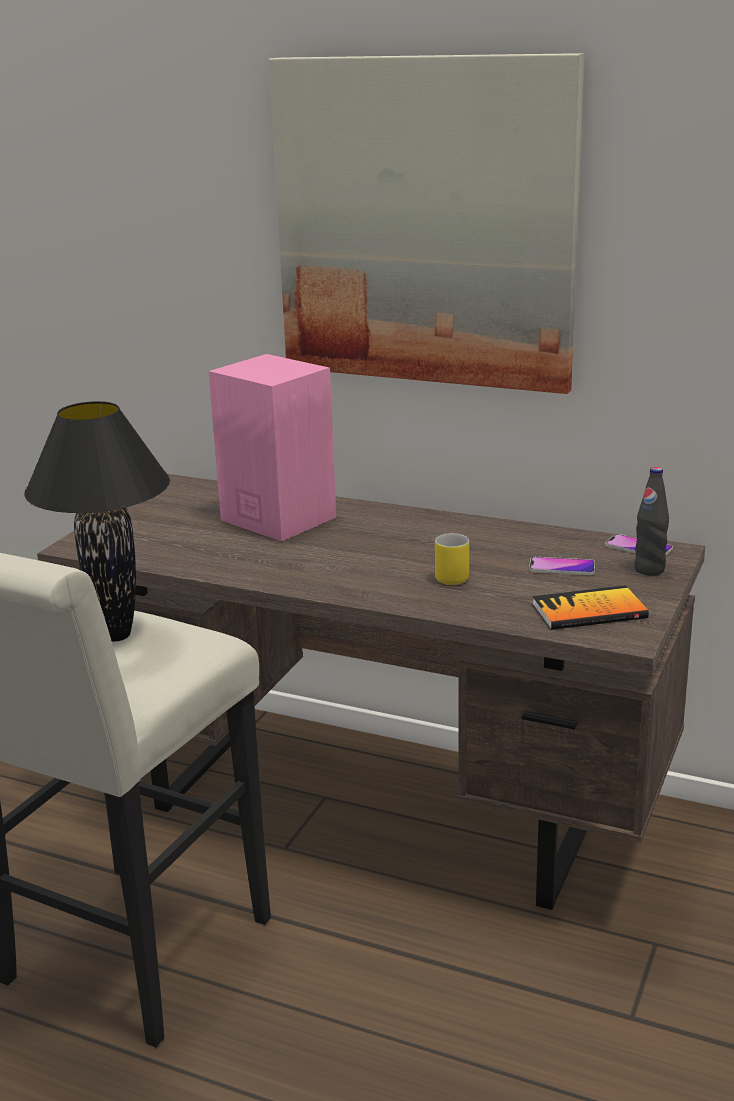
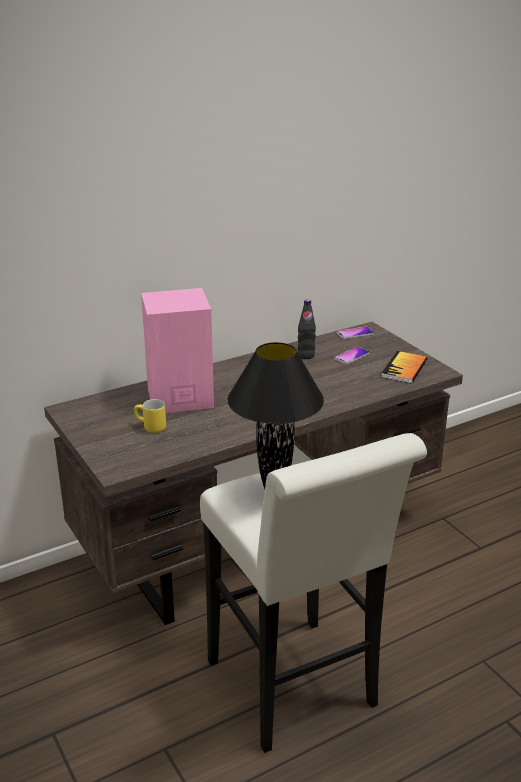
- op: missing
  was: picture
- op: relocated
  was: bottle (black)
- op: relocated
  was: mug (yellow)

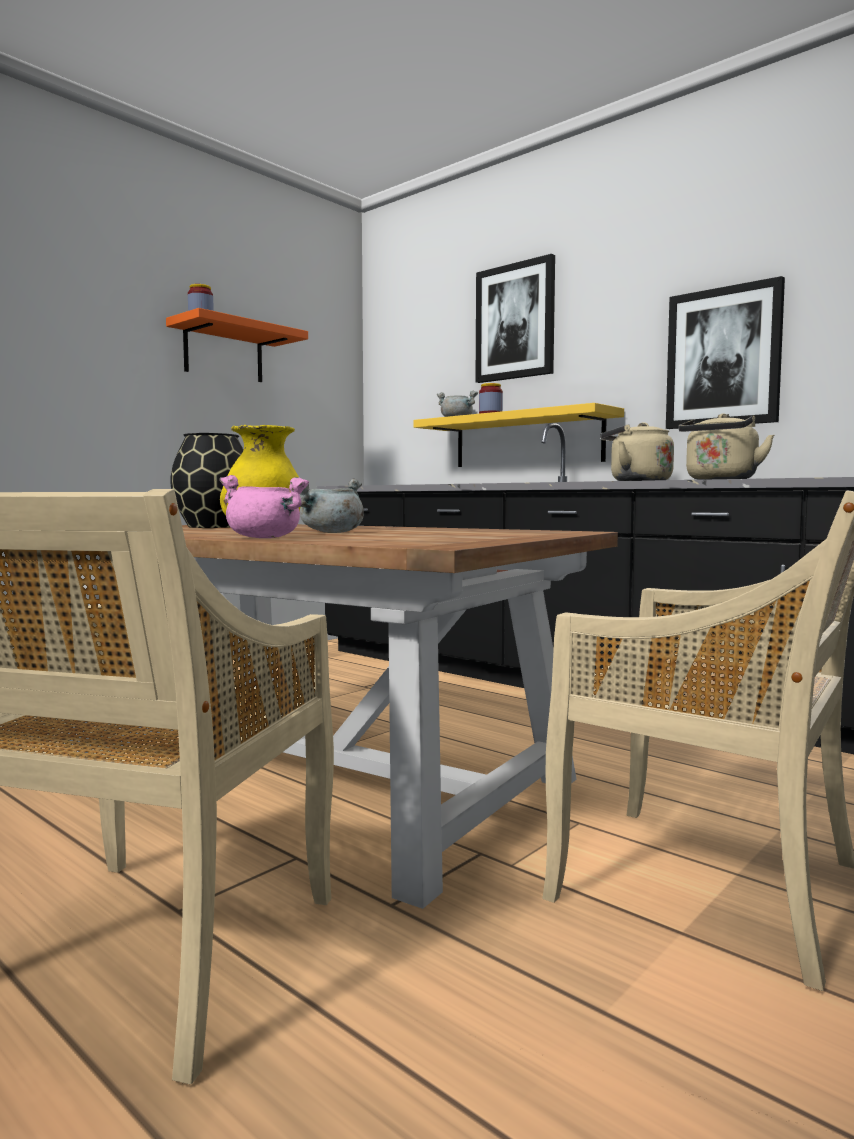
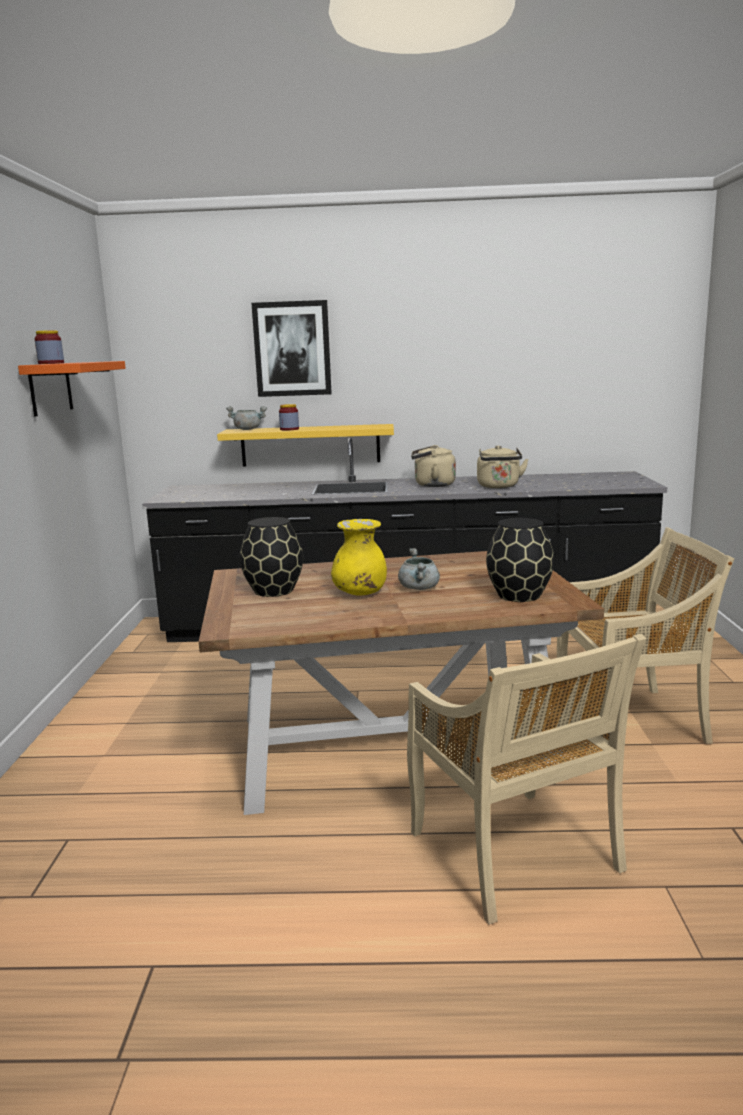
- op: missing
  was: picture (no. 2 from left)
- op: missing
  was: cooking pot (pink)
- op: appeared
  now: vase (black) (no. 2 from left)

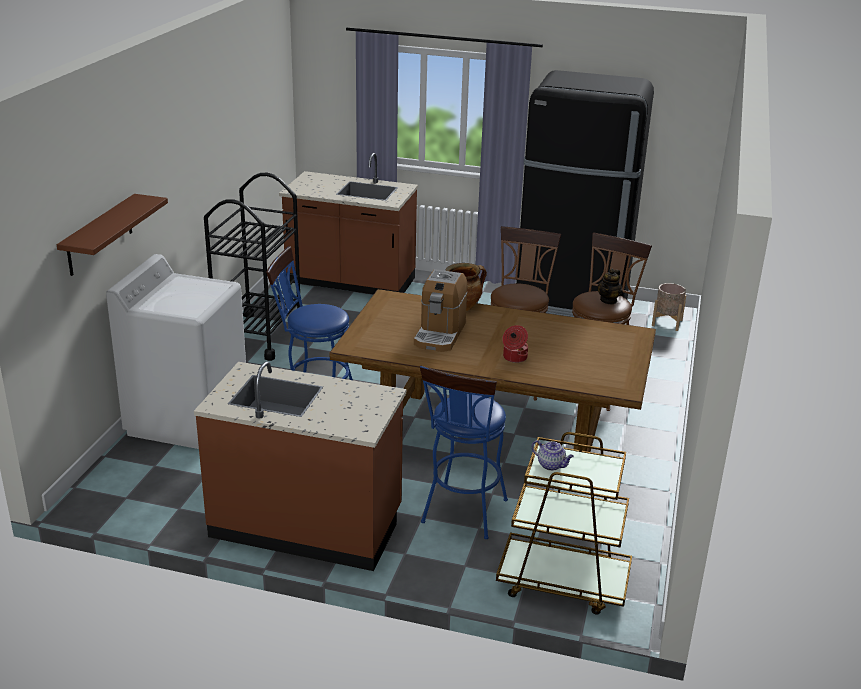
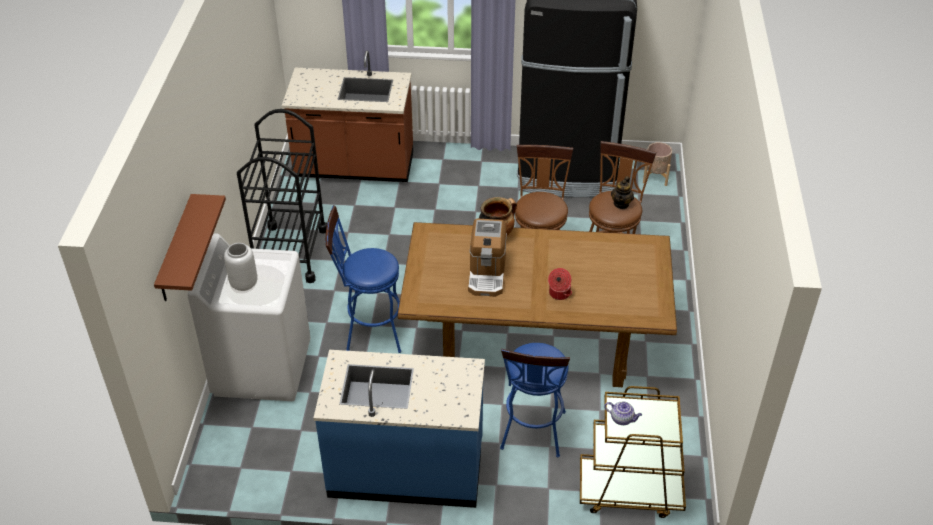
- op: colour
  was: counter (brown) (no. 1 from left)
  now: counter (blue)
- op: appeared
  now: vase (grey)

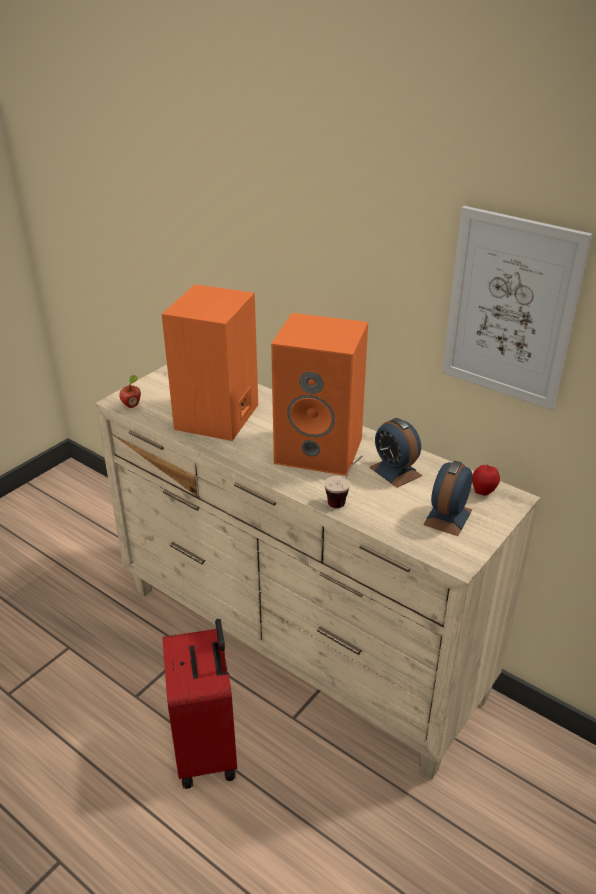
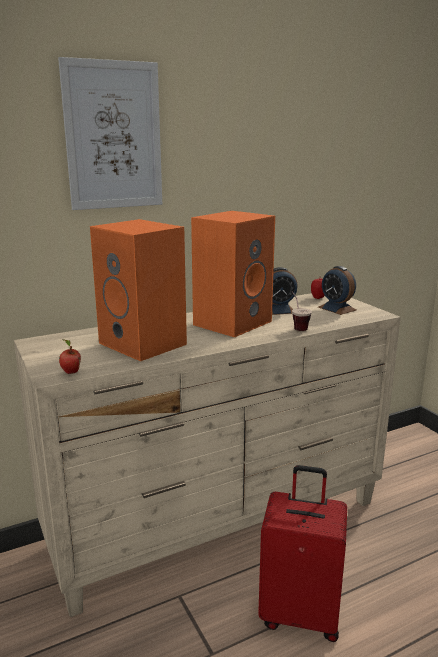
- op: relocated
  was: picture

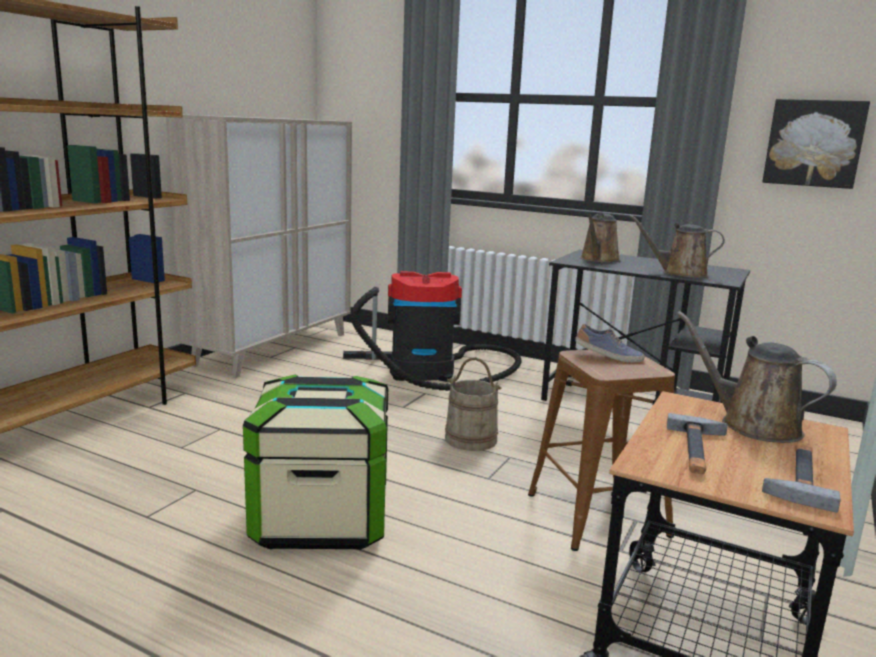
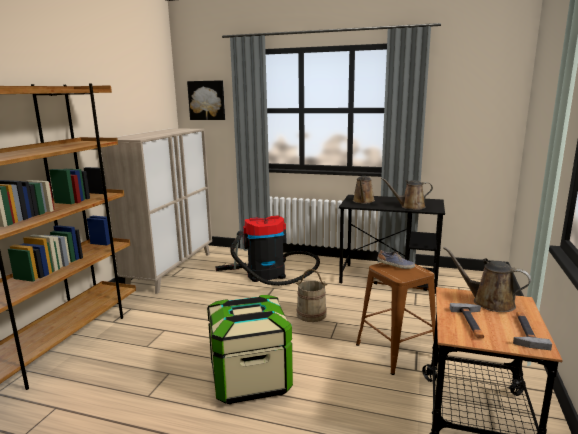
- op: relocated
  was: picture

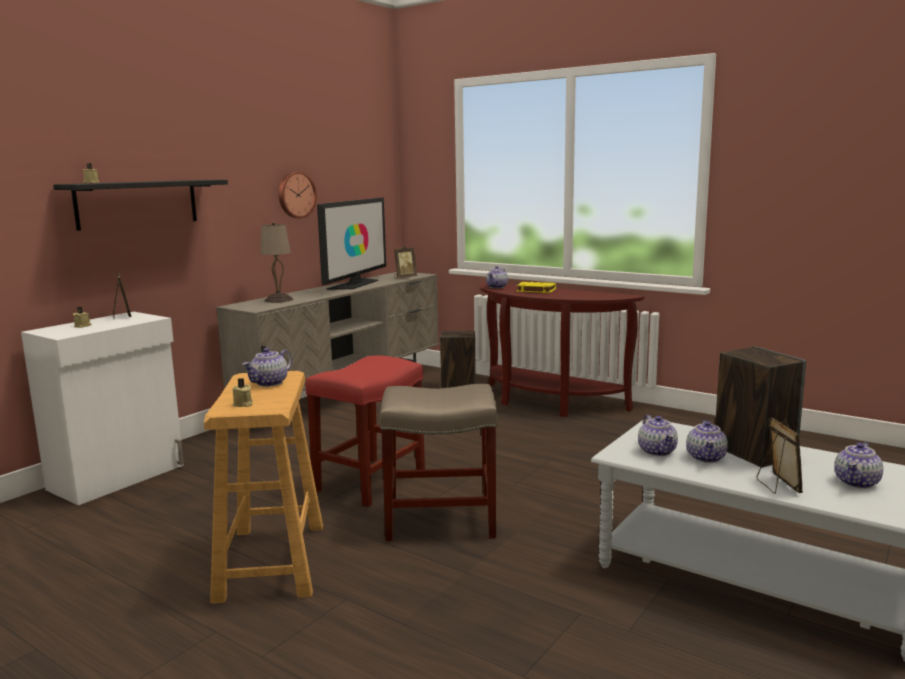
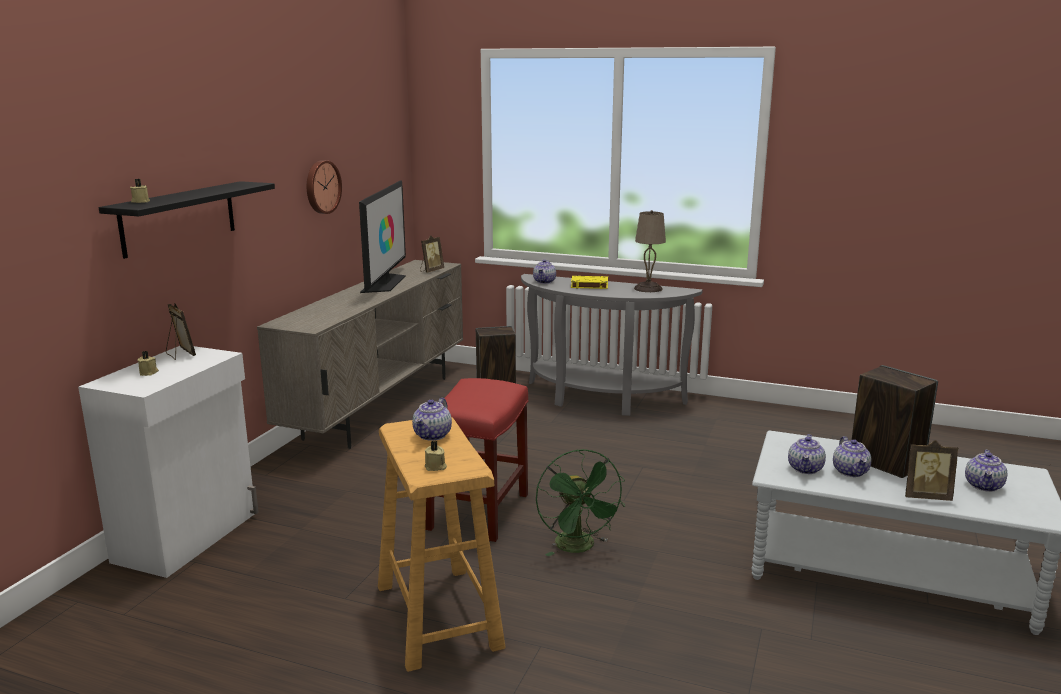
- op: relocated
  was: table lamp (beige)
- op: colour
  was: console table (brown)
  now: console table (grey)
- op: exchanged
  was: stool (beige) (no. 2 from left)
  now: fan (green)
- op: spun
  was: teapot (no. 3 from left)
  clockwise: 45
- op: spun
  was: picture frame (no. 3 from left)
  clockwise: 120

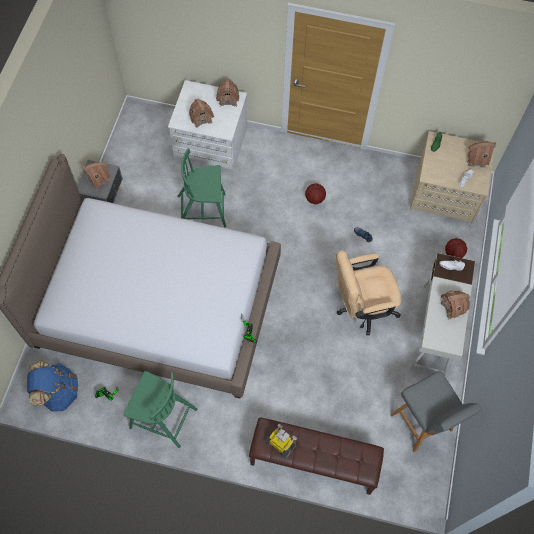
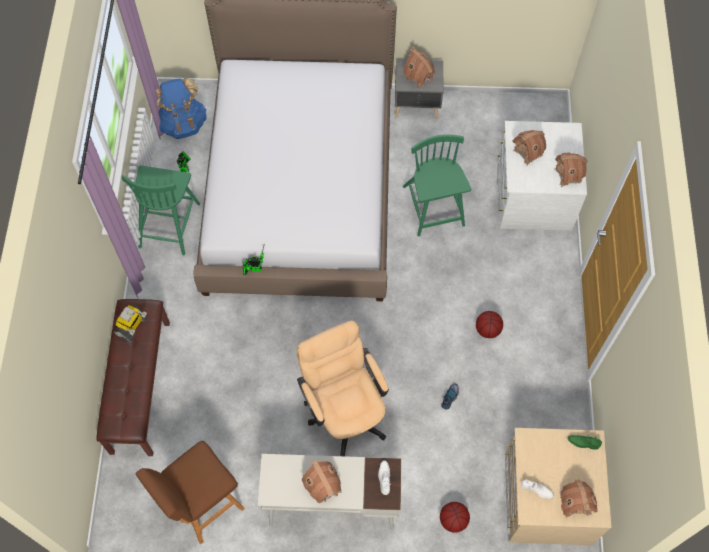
- op: colour
  was: stool (grey)
  now: stool (brown)

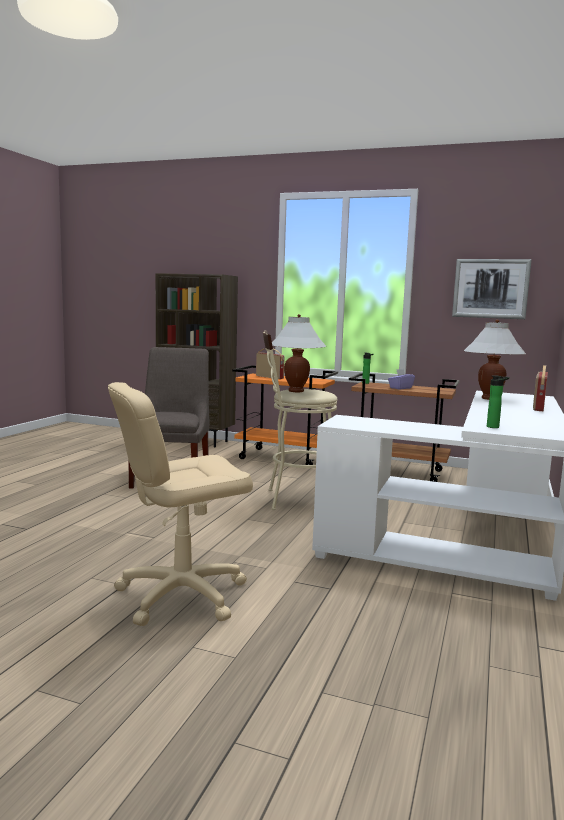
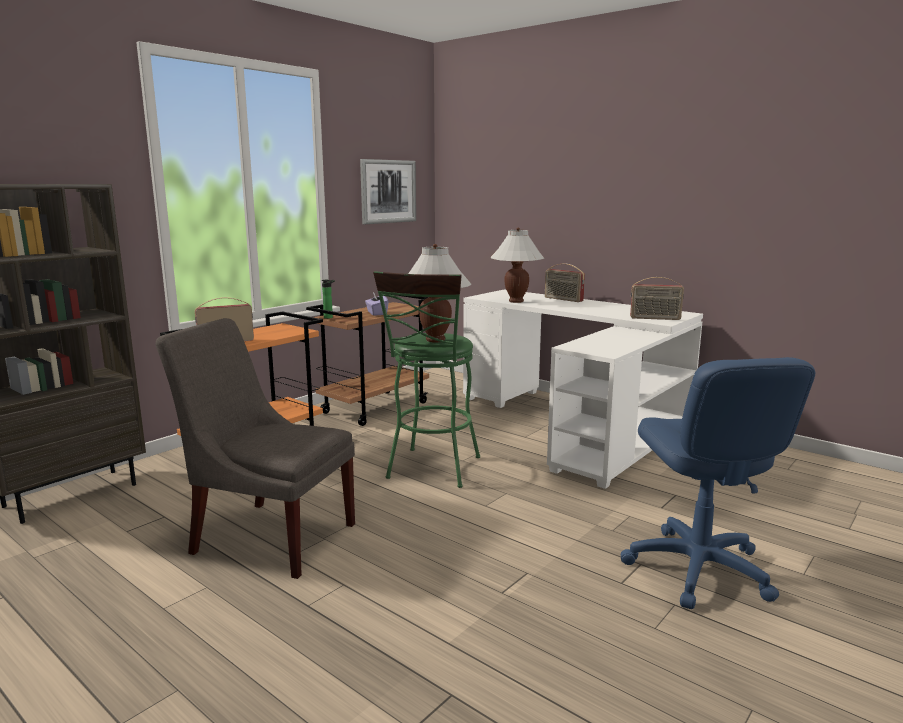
- op: colour
  was: stool (beige)
  now: stool (green)
- op: exchanged
  was: bottle (no. 2 from left)
  now: radio (no. 3 from left)
- op: colour
  was: office chair (beige)
  now: office chair (blue)

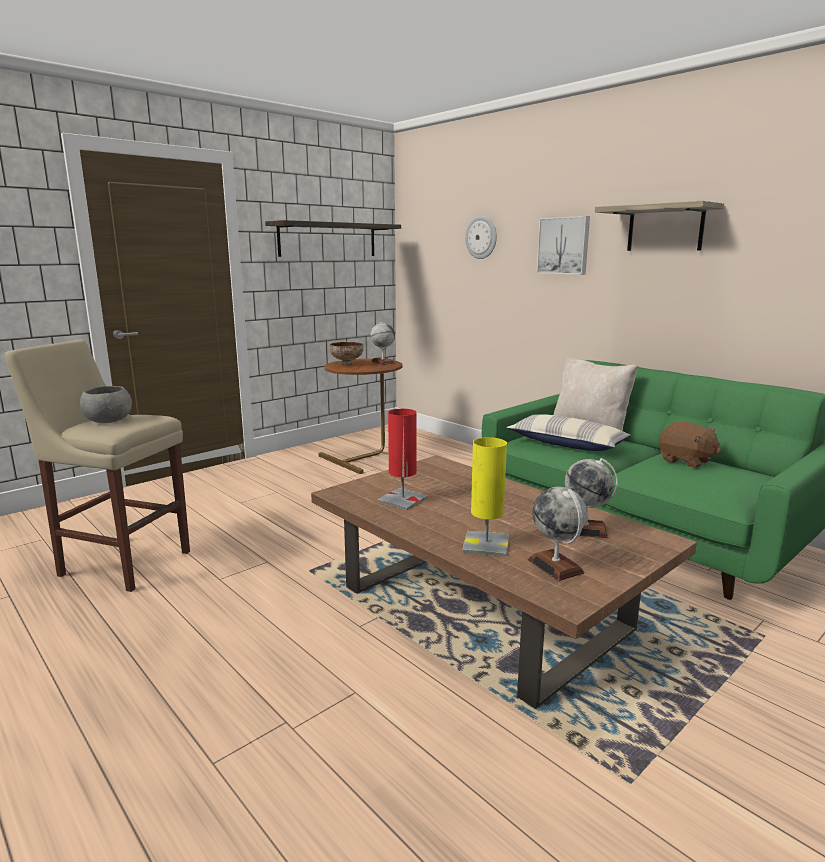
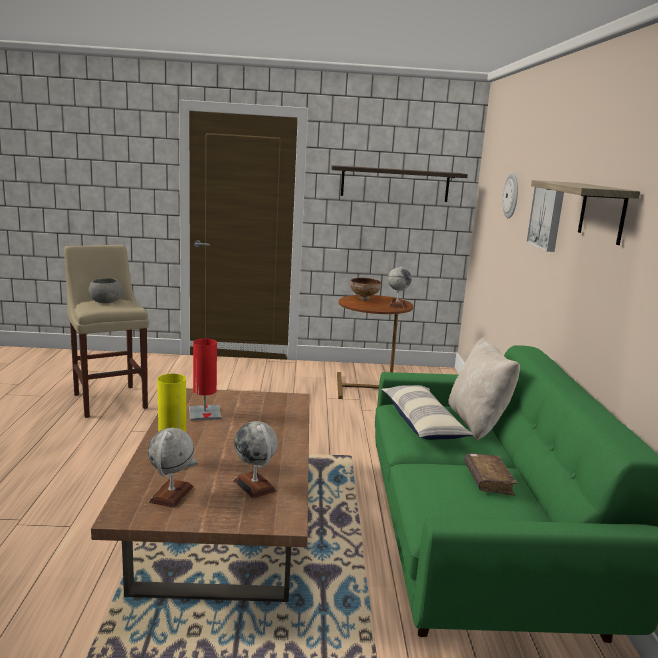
- op: exchanged
  was: plush toy (brown)
  now: book (brown)

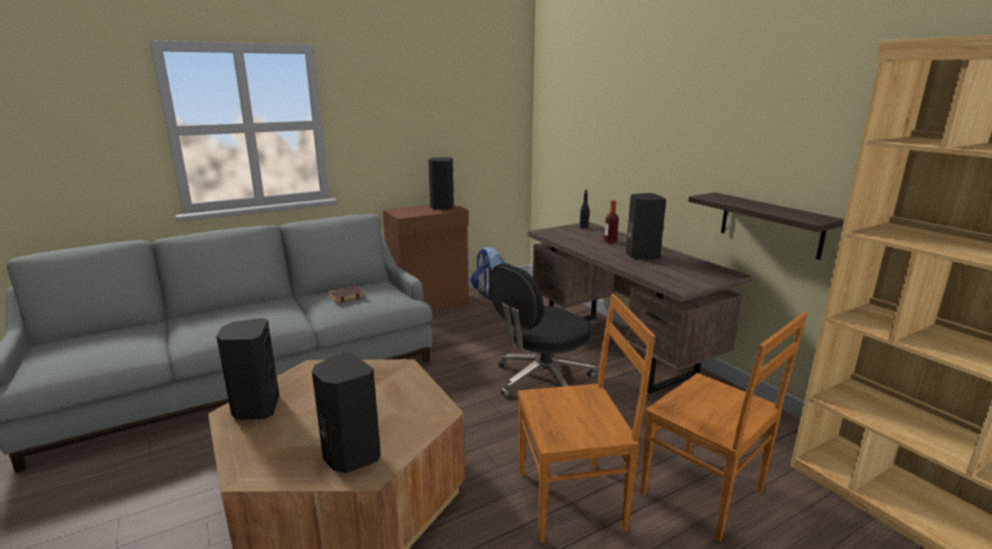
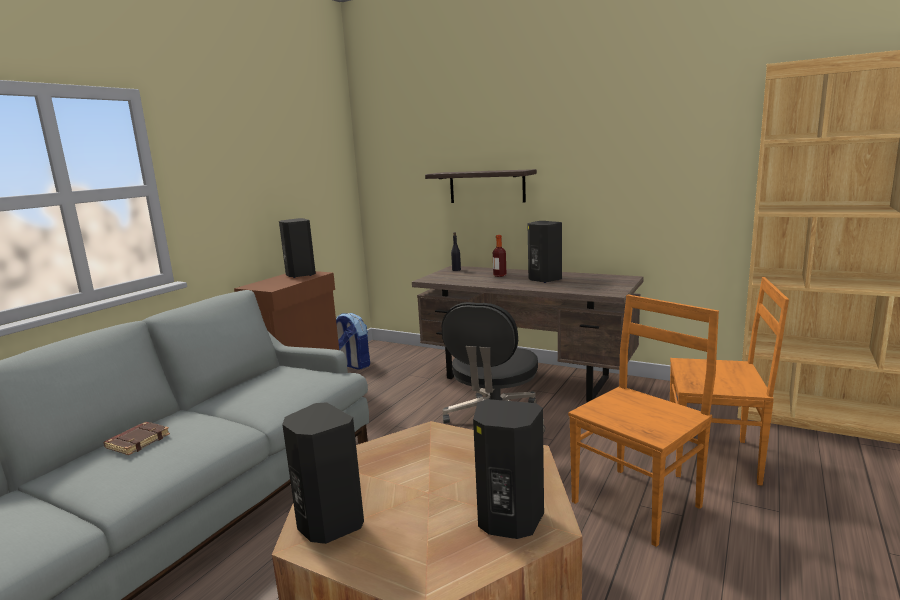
- op: relocated
  was: shelf
- op: relocated
  was: book (brown)

